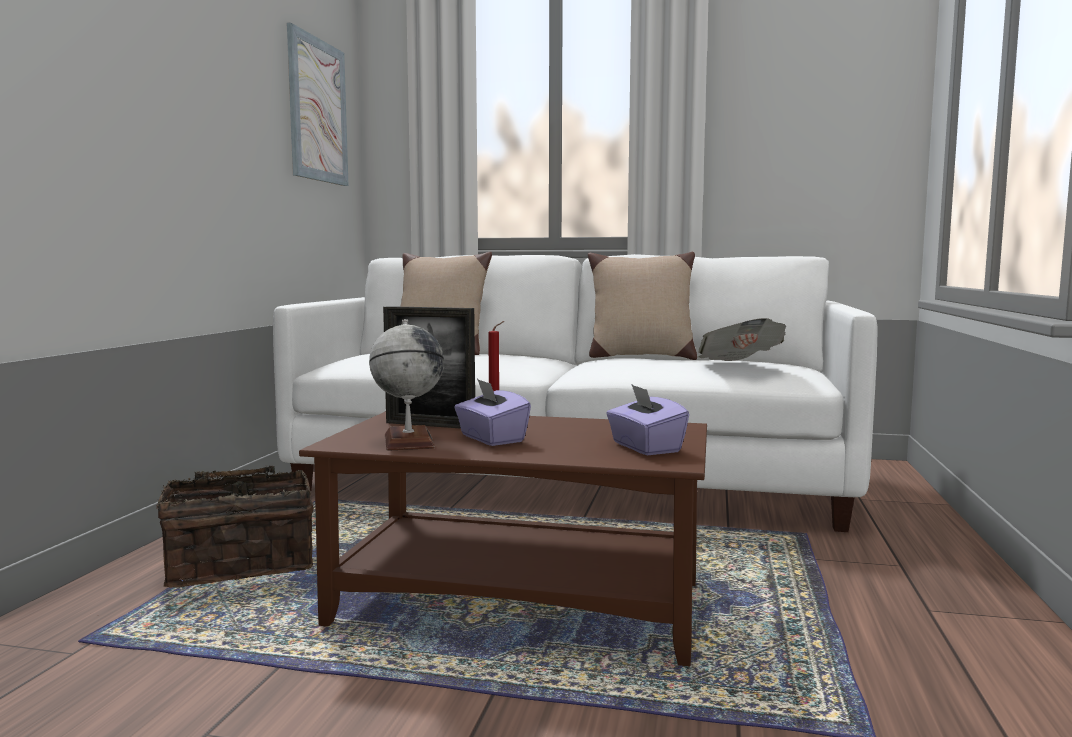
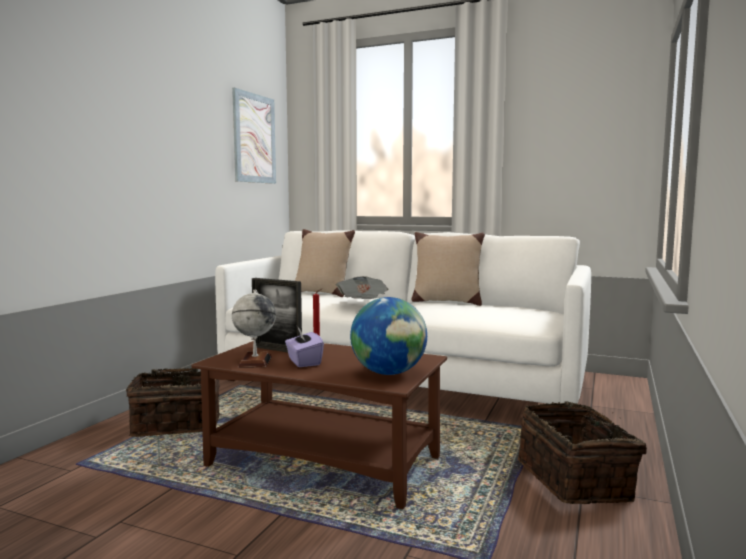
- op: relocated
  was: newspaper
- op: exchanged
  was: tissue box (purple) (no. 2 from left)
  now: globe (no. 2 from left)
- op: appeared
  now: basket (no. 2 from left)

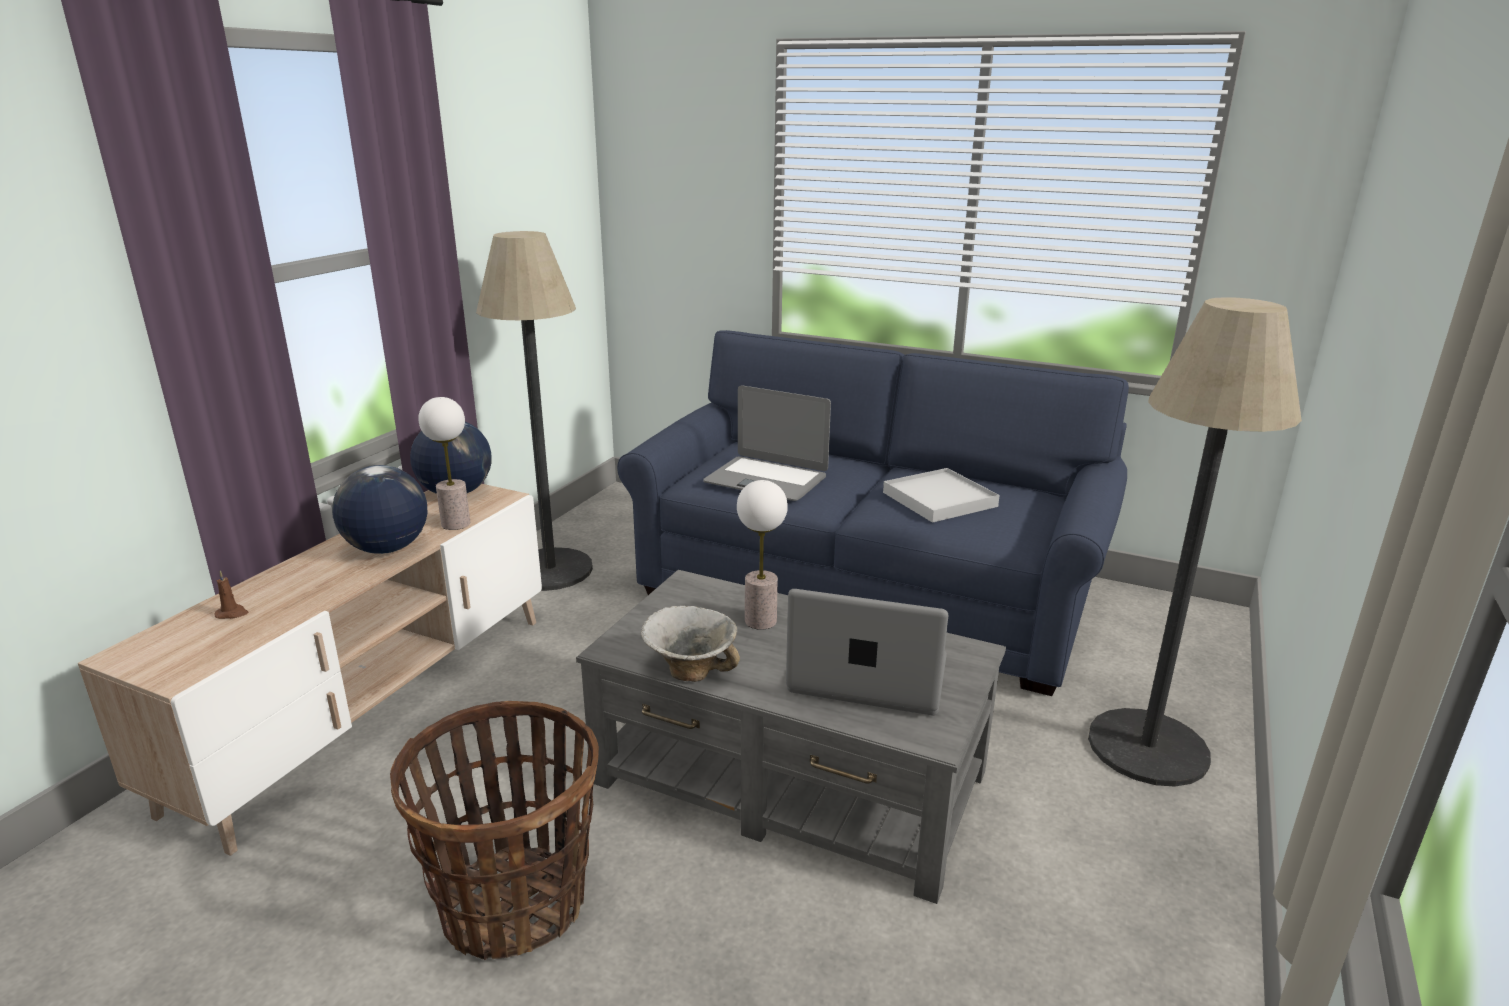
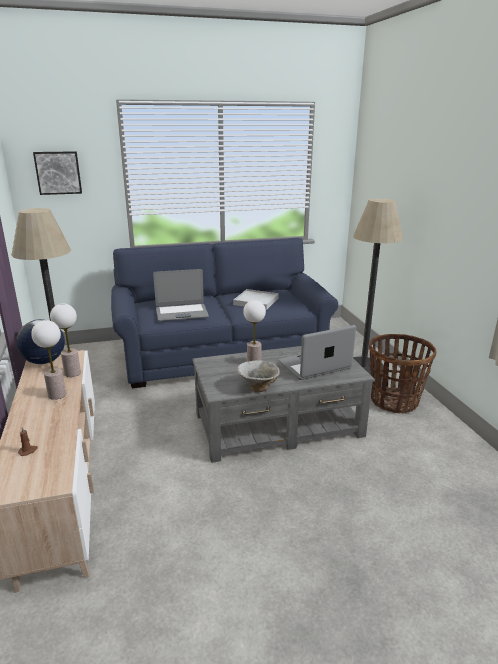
- op: exchanged
  was: globe (no. 1 from left)
  now: table lamp (no. 1 from left)
- op: relocated
  was: basket
- op: appeared
  now: picture

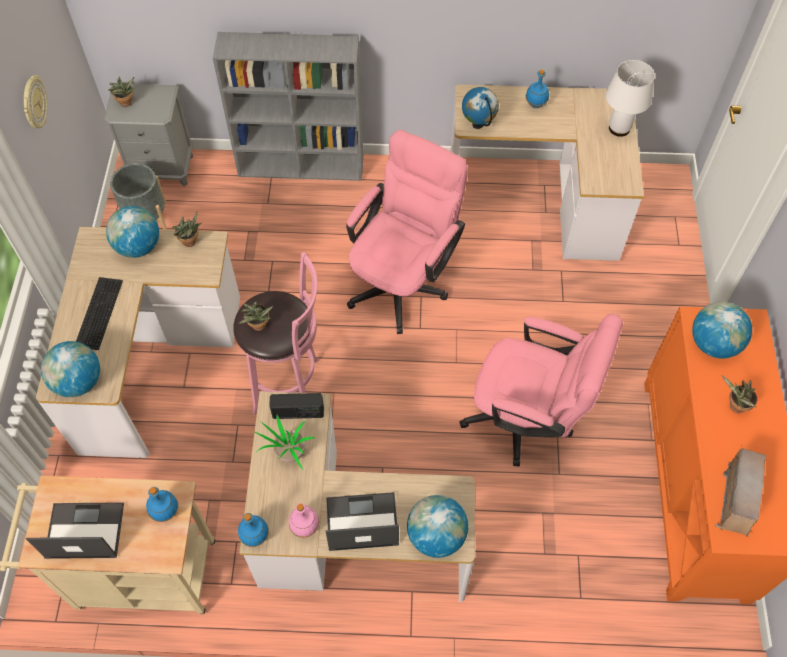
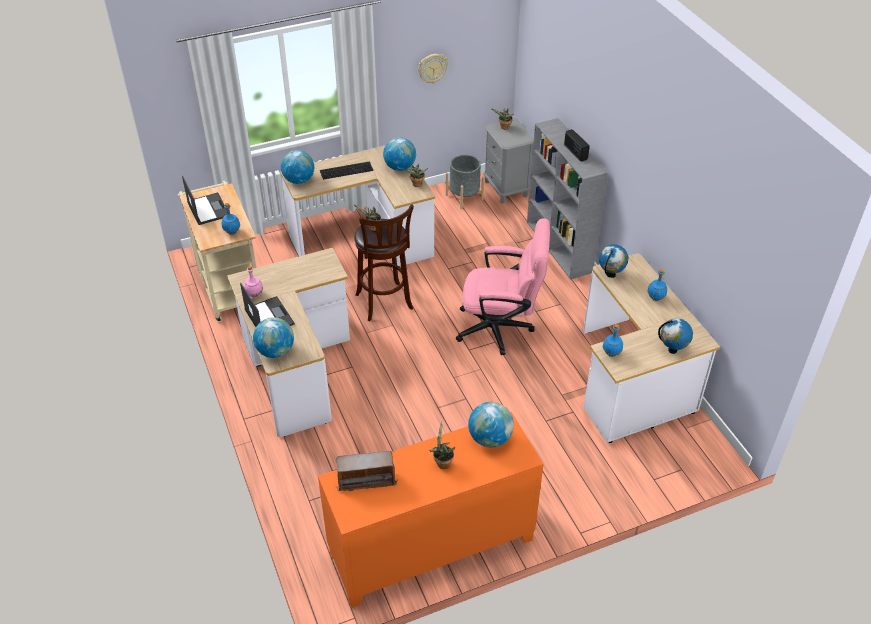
- op: exchanged
  was: table lamp (white)
  now: globe (no. 6 from left)
- op: colour
  was: stool (pink)
  now: stool (brown)
- op: missing
  was: office chair (pink) (no. 2 from left)
- op: relocated
  was: radio (no. 1 from left in the first image)
  now: radio (no. 2 from left)
- op: missing
  was: potted plant (no. 4 from left)
- op: relocated
  was: bottle (blue) (no. 2 from left)

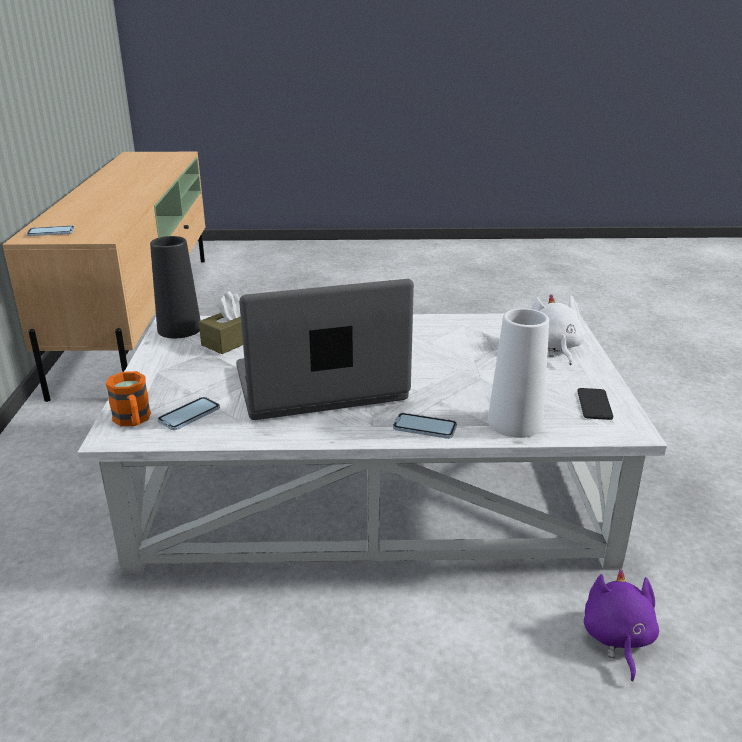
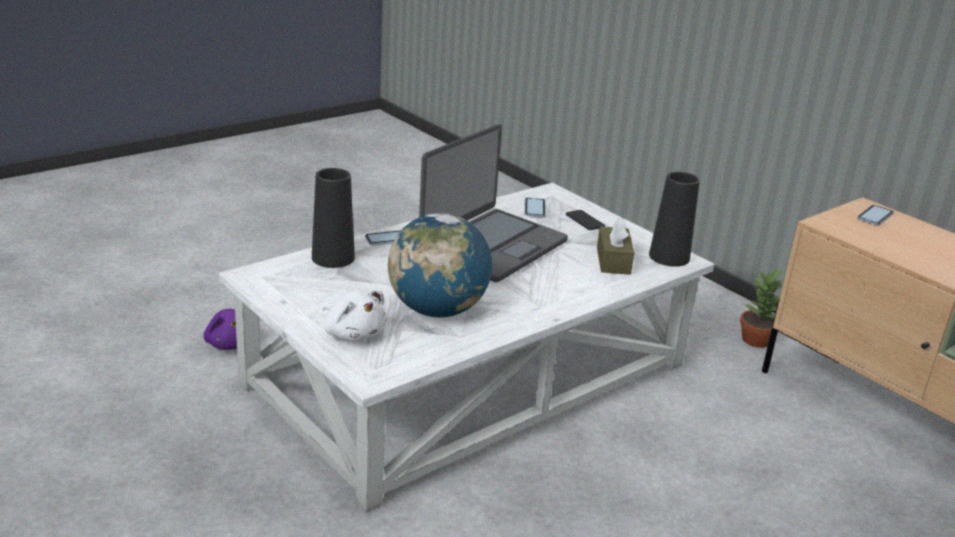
- op: colour
  was: vase (white)
  now: vase (black) (no. 1 from left)
- op: missing
  was: mug (orange)
- op: relocated
  was: phone (no. 4 from left in the first image)
  now: phone (no. 3 from left)
- op: appeared
  now: globe
- op: appeared
  now: potted plant

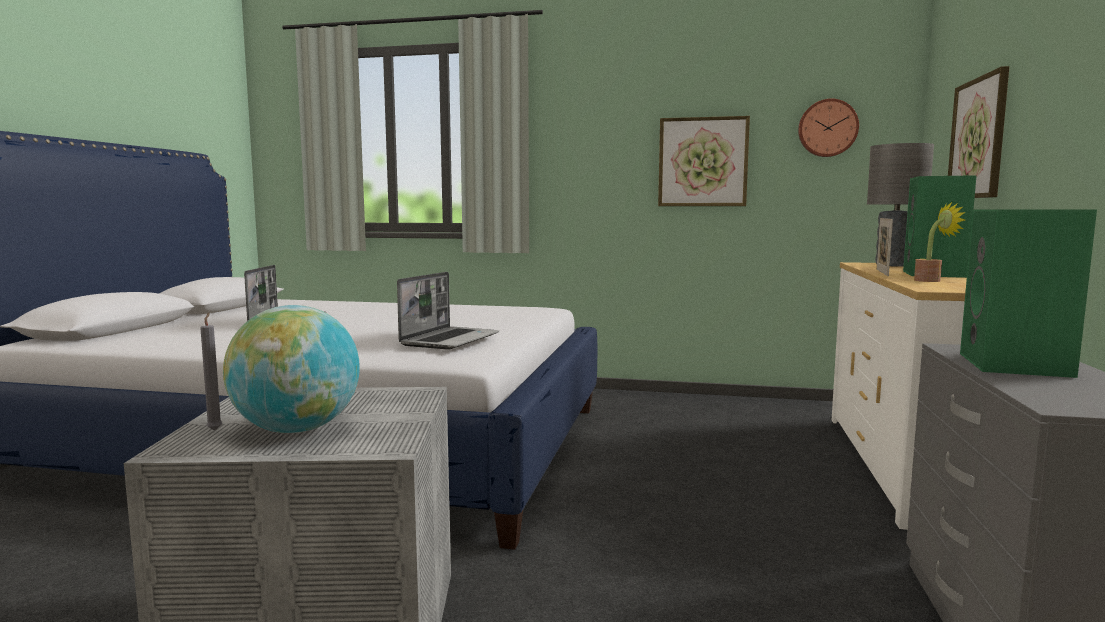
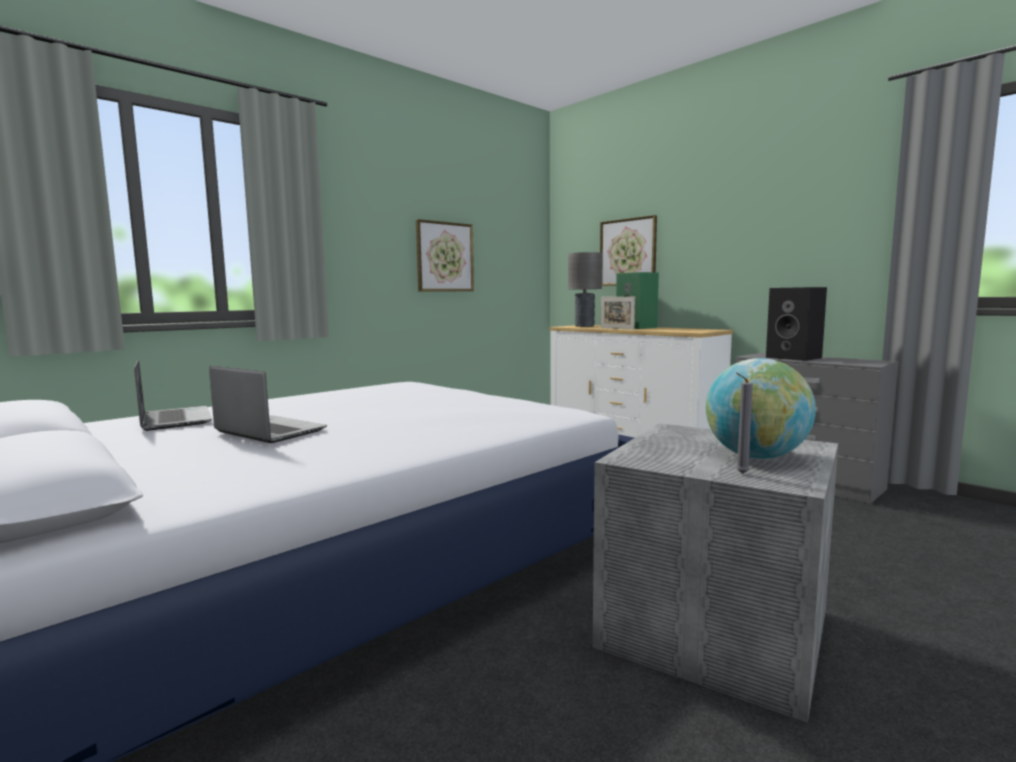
- op: missing
  was: wall clock
- op: missing
  was: potted plant
- op: colour
  was: speaker (green) (no. 2 from left)
  now: speaker (black)
- op: relocated
  was: laptop (no. 2 from left in the first image)
  now: laptop (no. 1 from left)

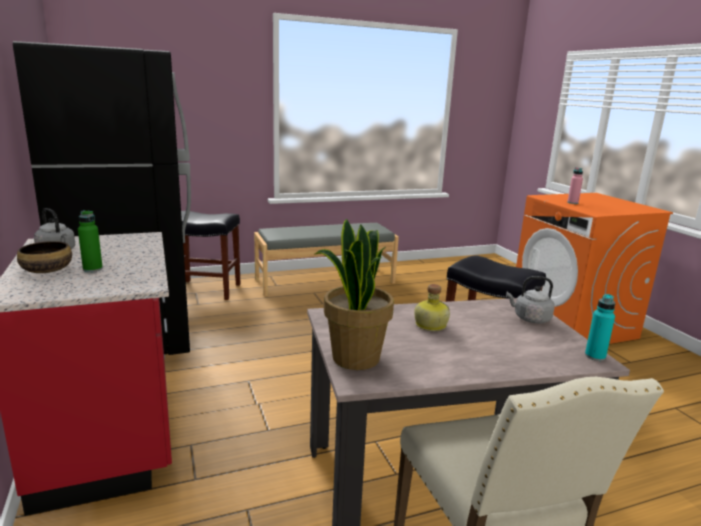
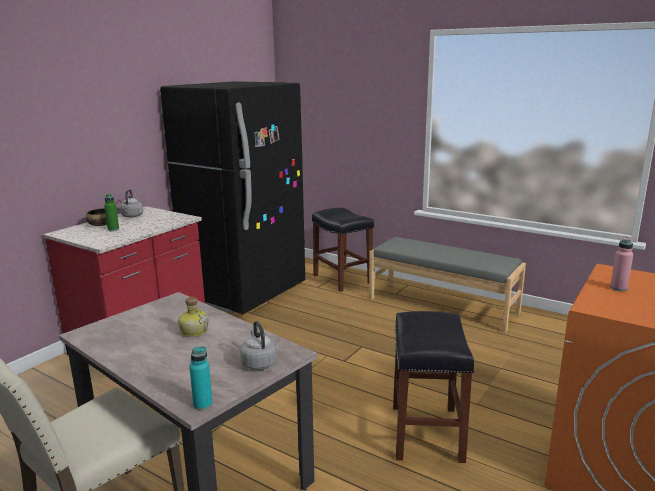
- op: missing
  was: potted plant

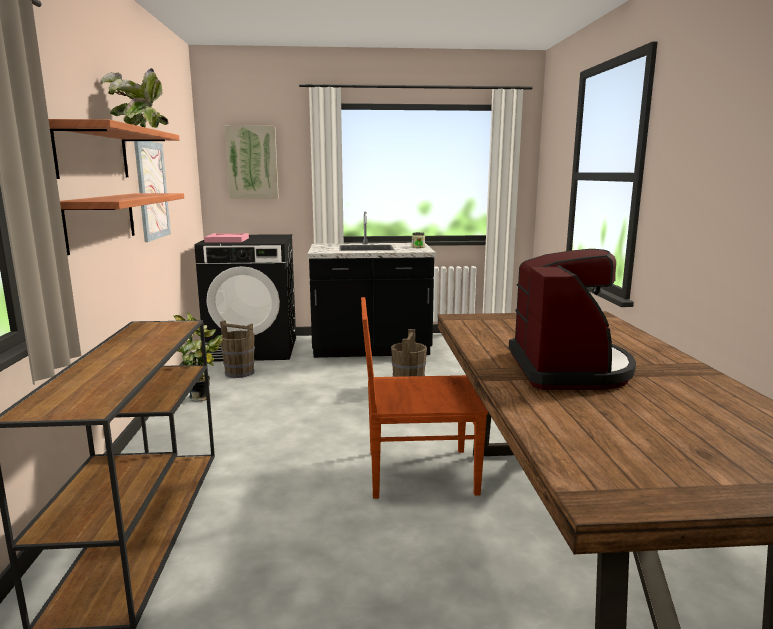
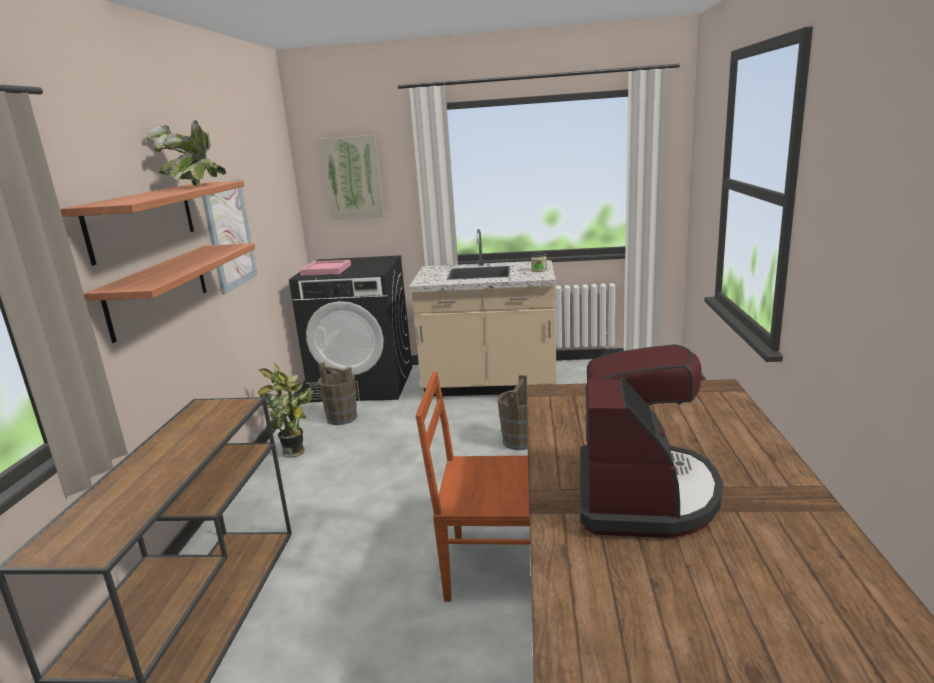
- op: colour
  was: counter (black)
  now: counter (beige)

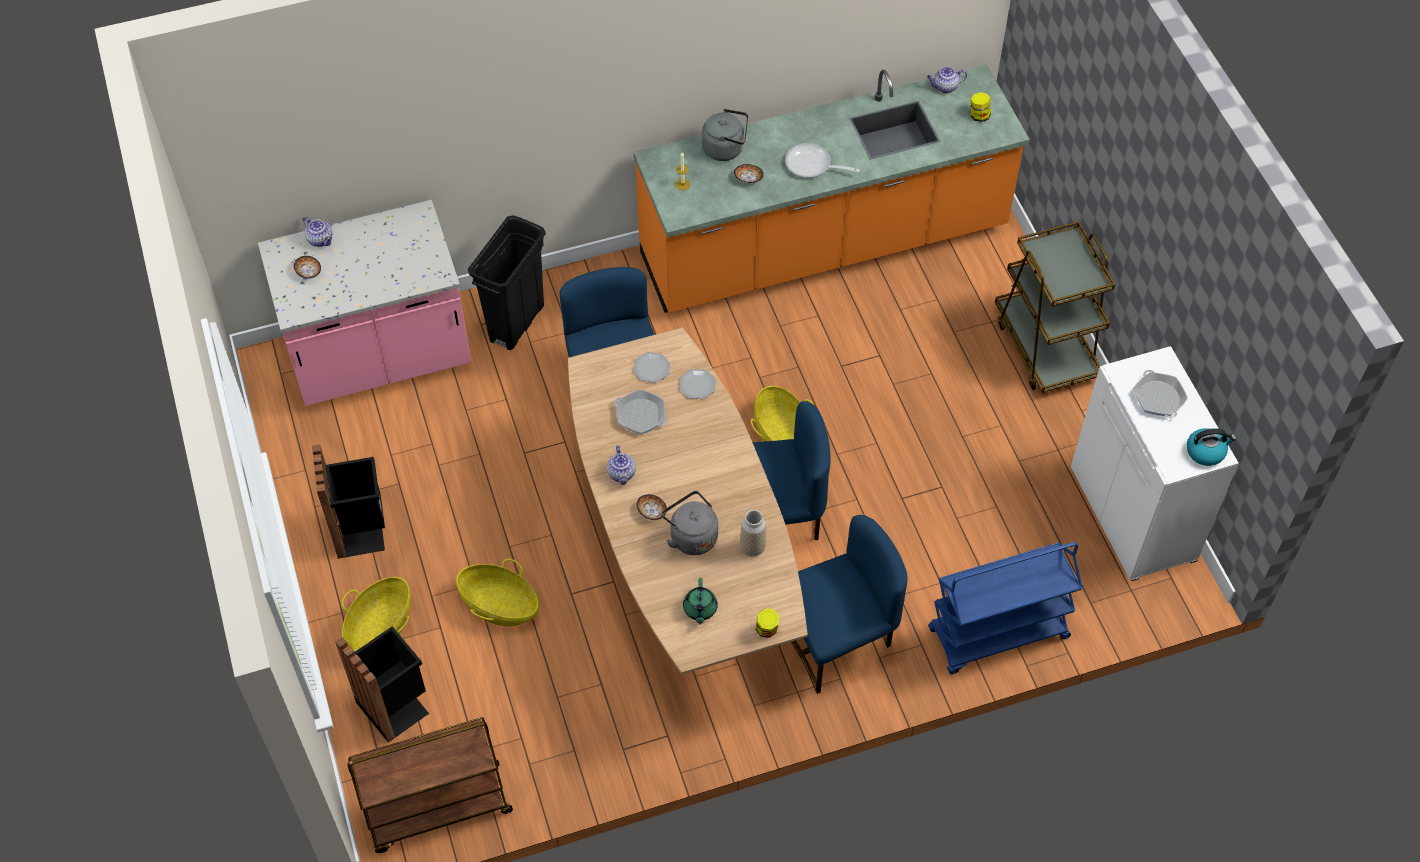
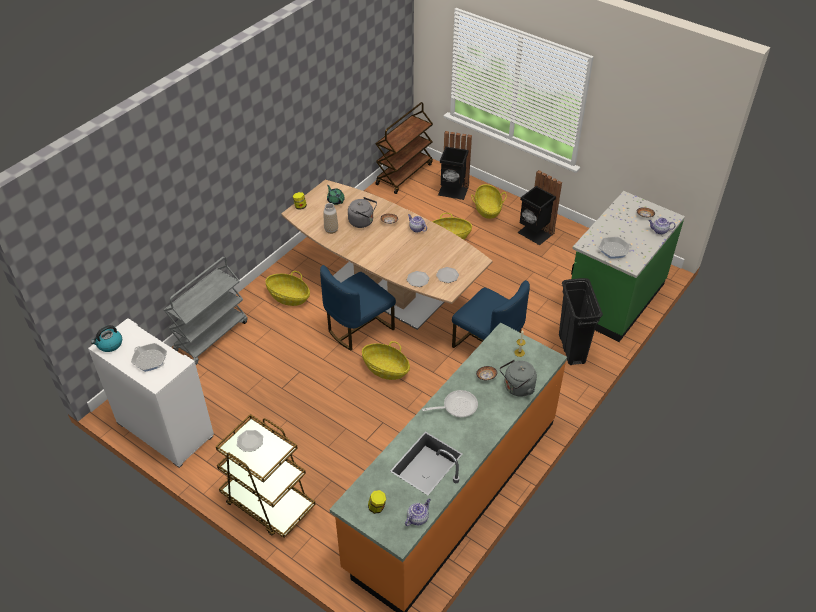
- op: colour
  was: counter (pink)
  now: counter (green)
- op: relocated
  was: frying pan (no. 1 from left in the first image)
  now: frying pan (no. 3 from left)
- op: exchanged
  was: chair (blue) (no. 3 from left)
  now: basket (no. 1 from left)
- op: colour
  was: cart (blue)
  now: cart (grey)
- op: appeared
  now: plate (no. 1 from left)

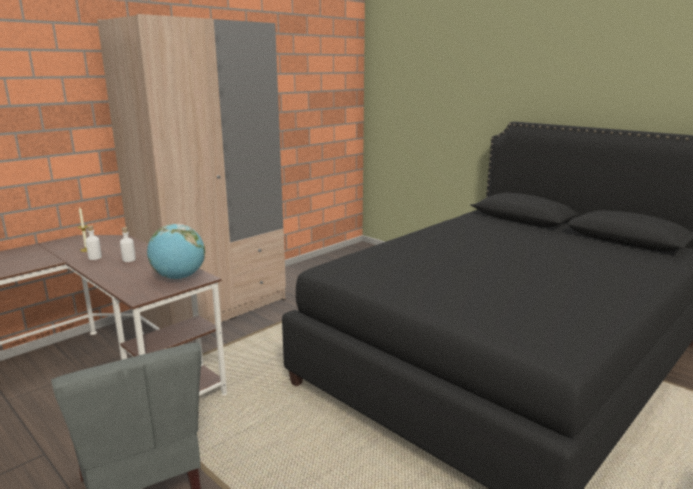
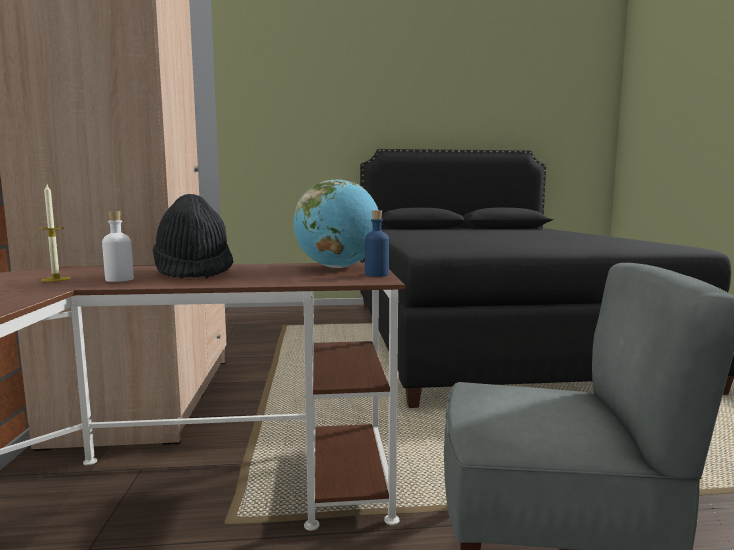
- op: exchanged
  was: bottle (white) (no. 2 from left)
  now: hat (black)
- op: appeared
  now: bottle (blue)

